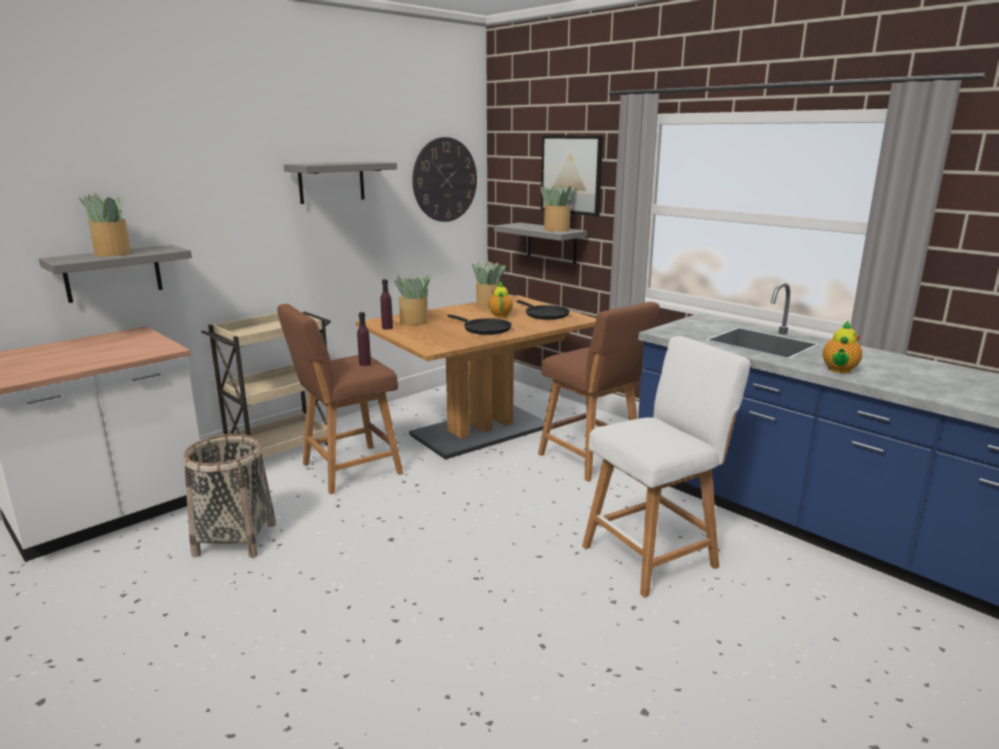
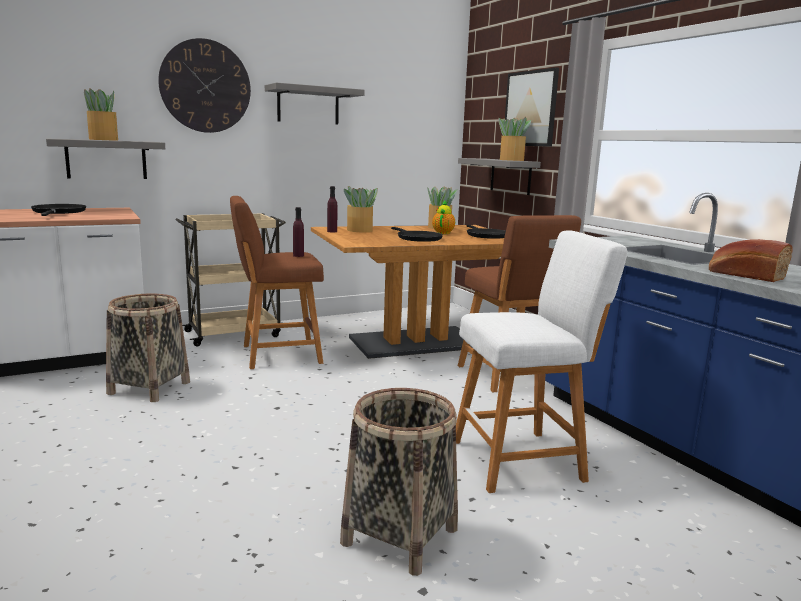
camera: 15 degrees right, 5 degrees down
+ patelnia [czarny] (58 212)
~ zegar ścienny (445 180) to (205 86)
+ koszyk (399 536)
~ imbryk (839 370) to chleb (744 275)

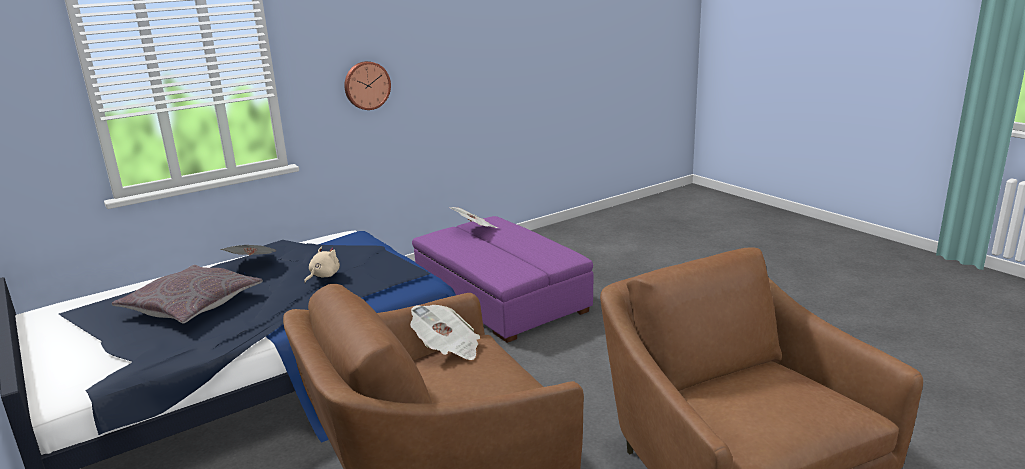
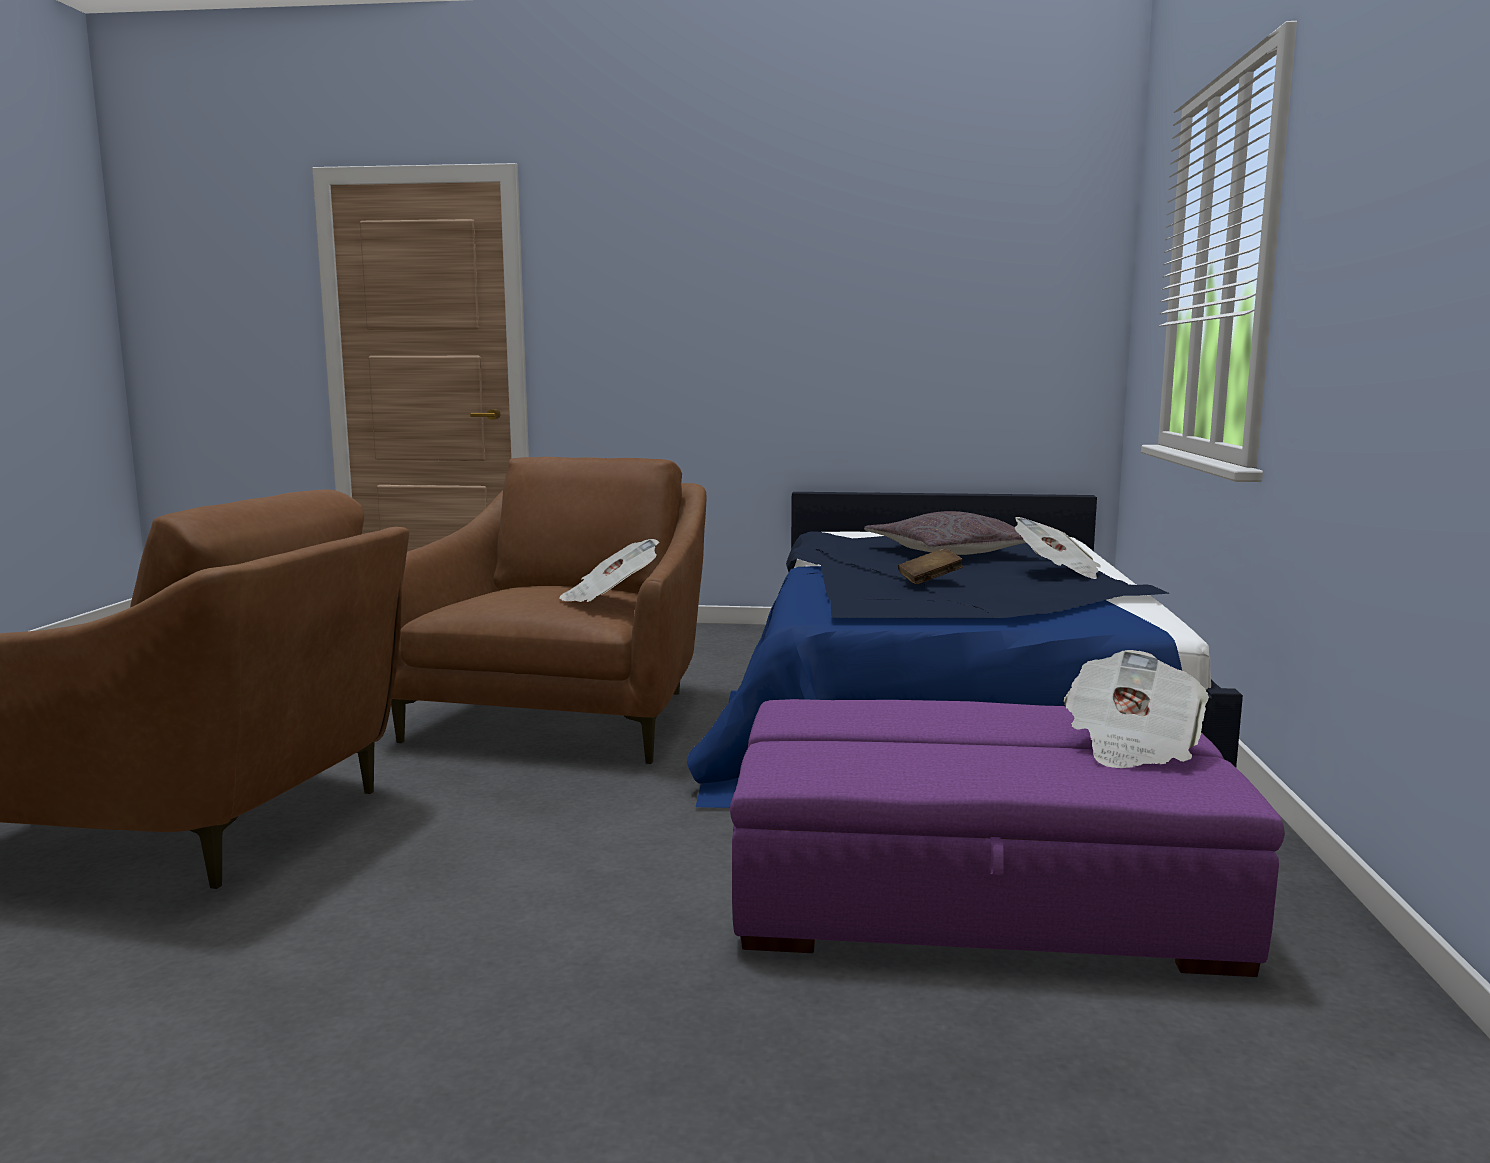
camera: 130 degrees right, 10 degrees down
~ pluszak [beżowy] (323 276) to książka [brązowy] (930 580)
- zegar ścienny (366 85)

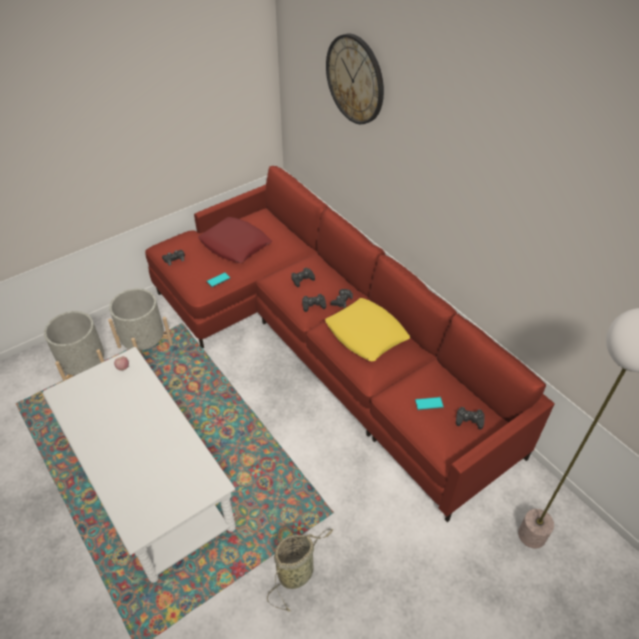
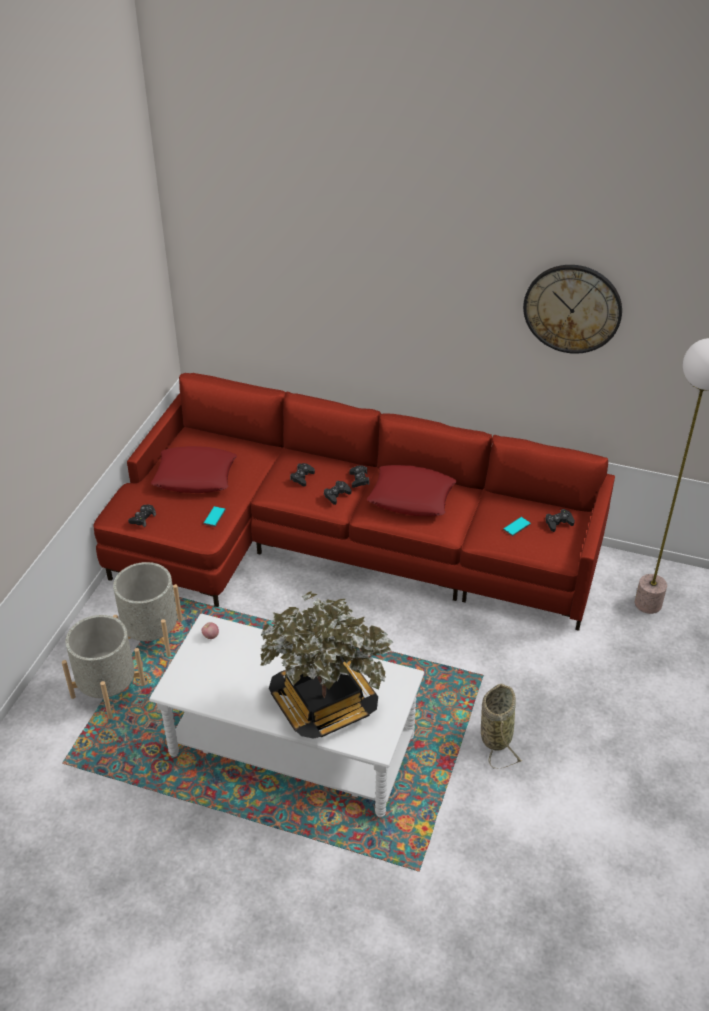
camera: 35 degrees left, 5 degrees down
+ roślina doniczkowa (323 703)
~ poduszka [żółty] (366 334) to poduszka [czerwony] (411 497)
~ zegar ścienny (355 79) to (572 308)

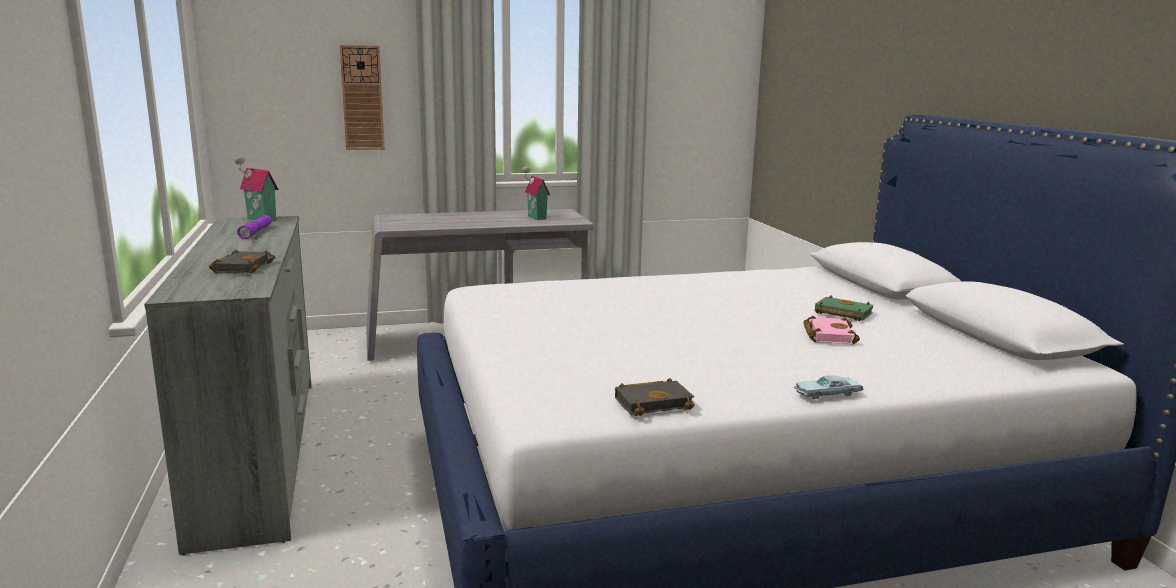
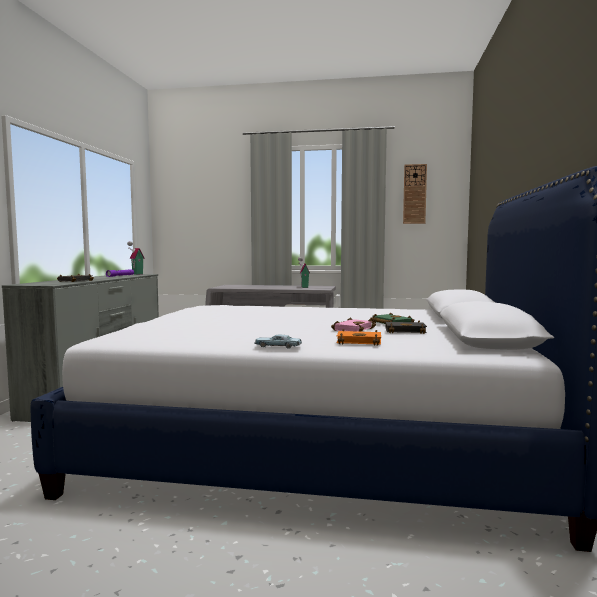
camera: 25 degrees right, 10 degrees down
+ książka [pomarańczowy] (360 341)
~ książka [czarny] (654 402) to (406 331)
~ zegar ścienny (362 98) to (414 194)

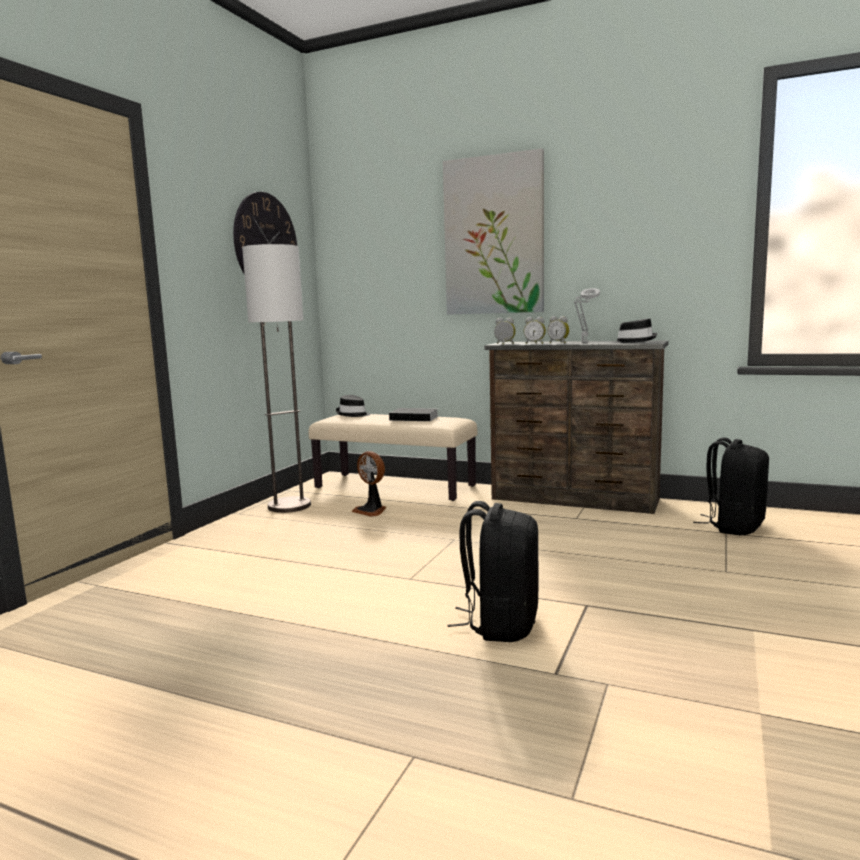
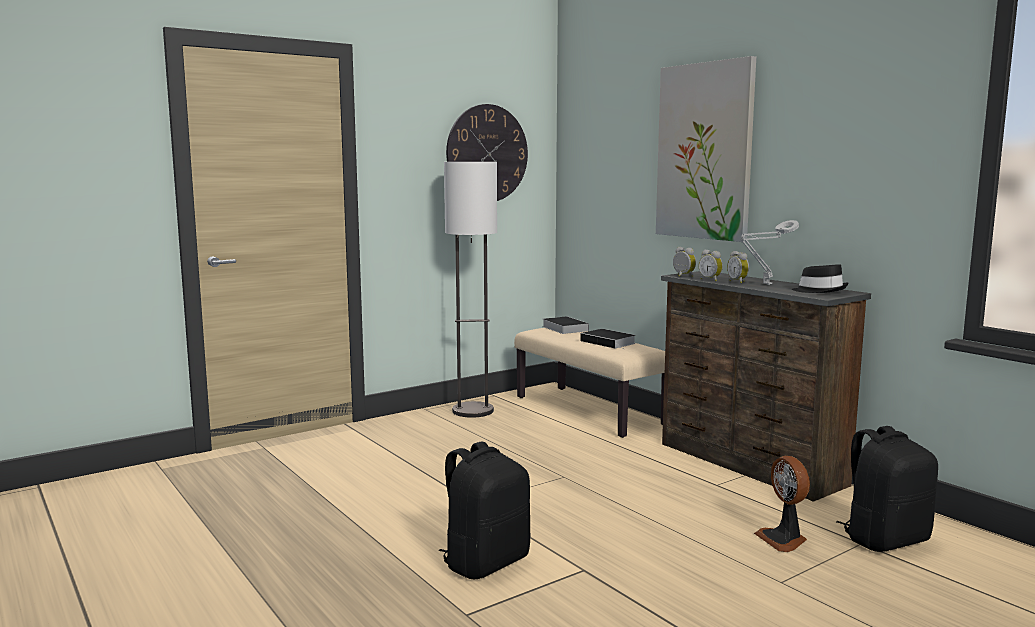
camera: 30 degrees right, 0 degrees up
~ kapelusz [czarny] (353 414) to książka (563 328)
~ wentylator (371 511) to (783 540)

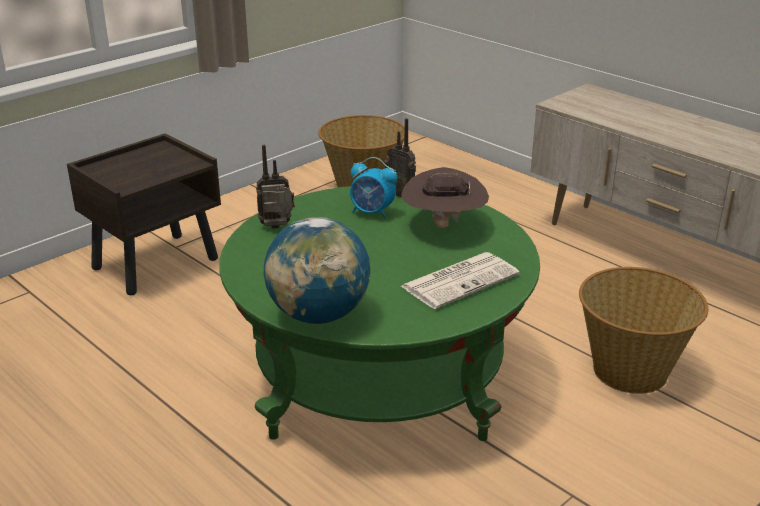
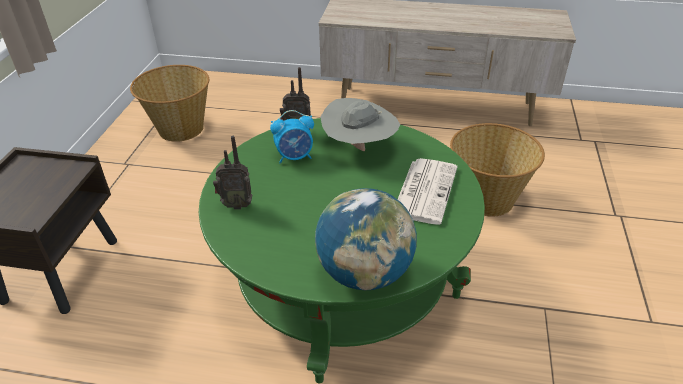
camera: 35 degrees left, 10 degrees up
~ radio (277 228) = (236 204) 135 degrees counterclockwise
~ kapelusz [brązowy] (443 226) to kapelusz [szary] (359 148)

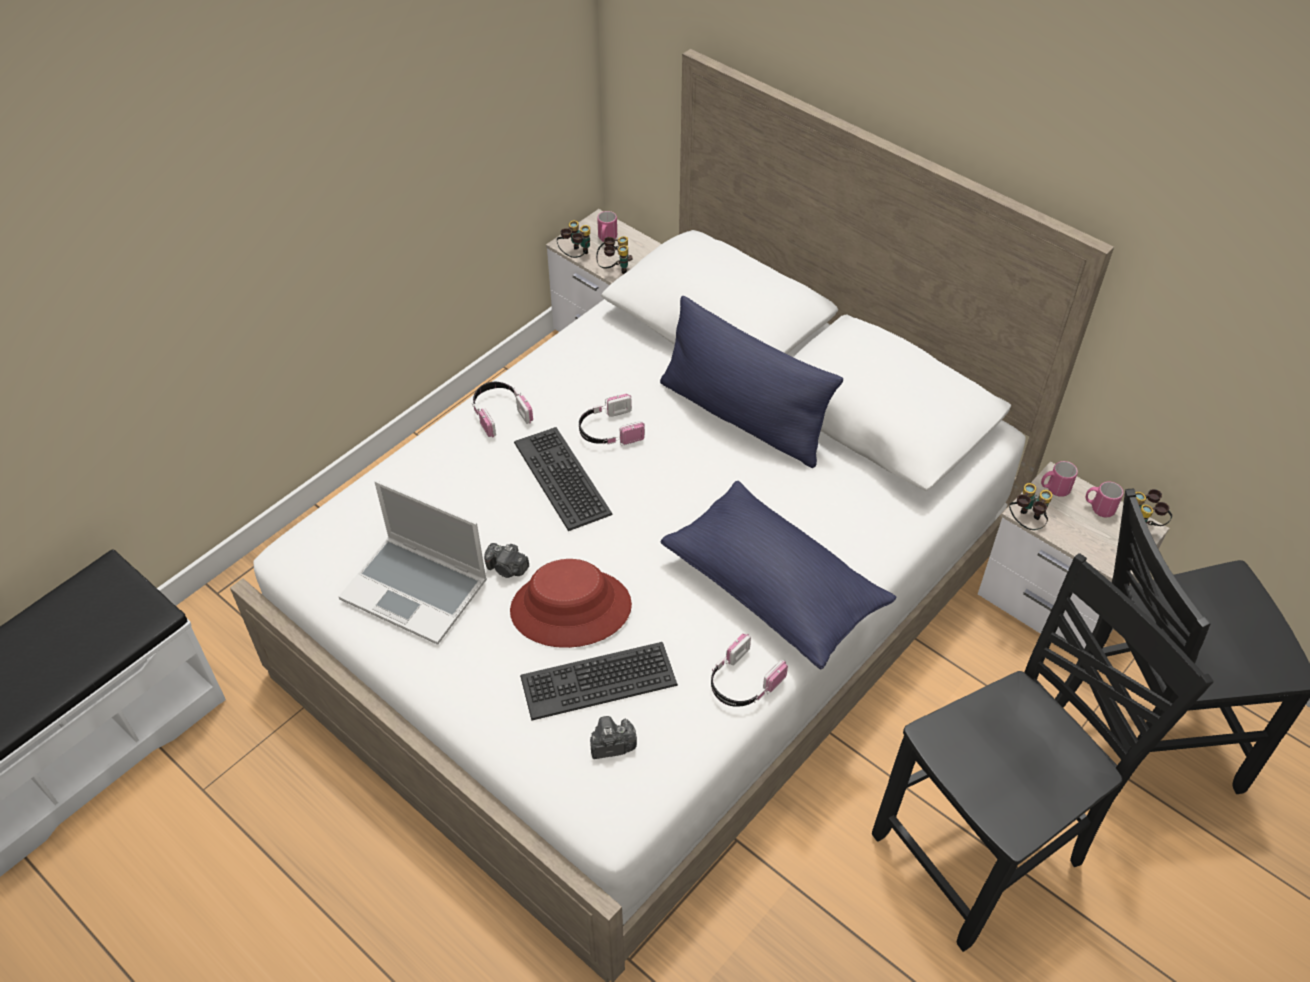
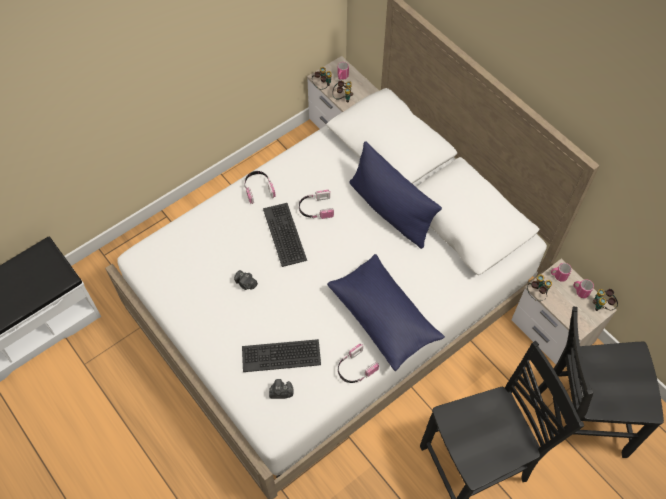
camera: 10 degrees right, 10 degrees up
- laptop (417 590)
- kapelusz [czerwony] (570 609)

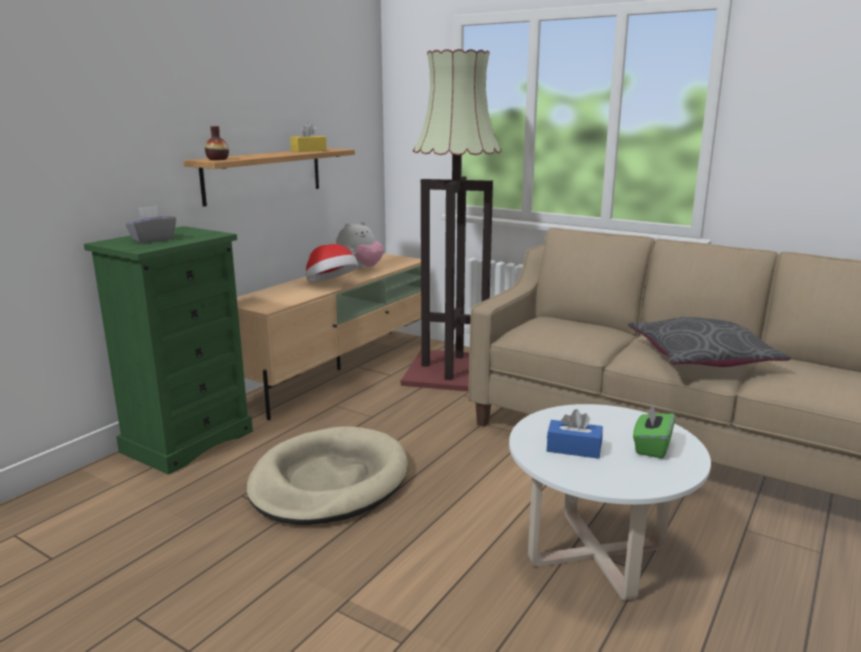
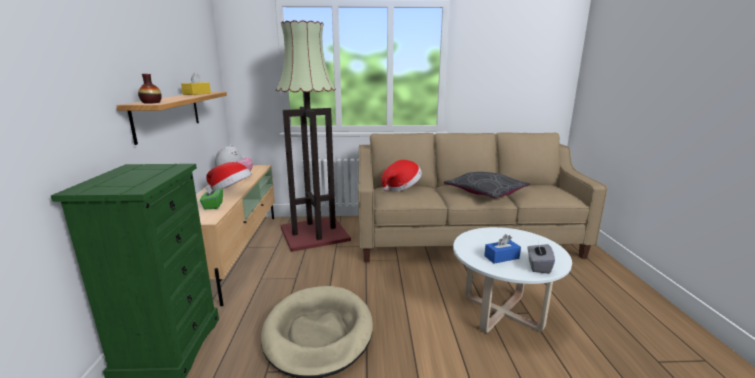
camera: 35 degrees left, 0 degrees up
~ pudełko chusteczek [zielony] (651 447) to (213 205)
+ kapelusz (401 188)
~ pudełko chusteczek [szary] (153 240) to (538 266)

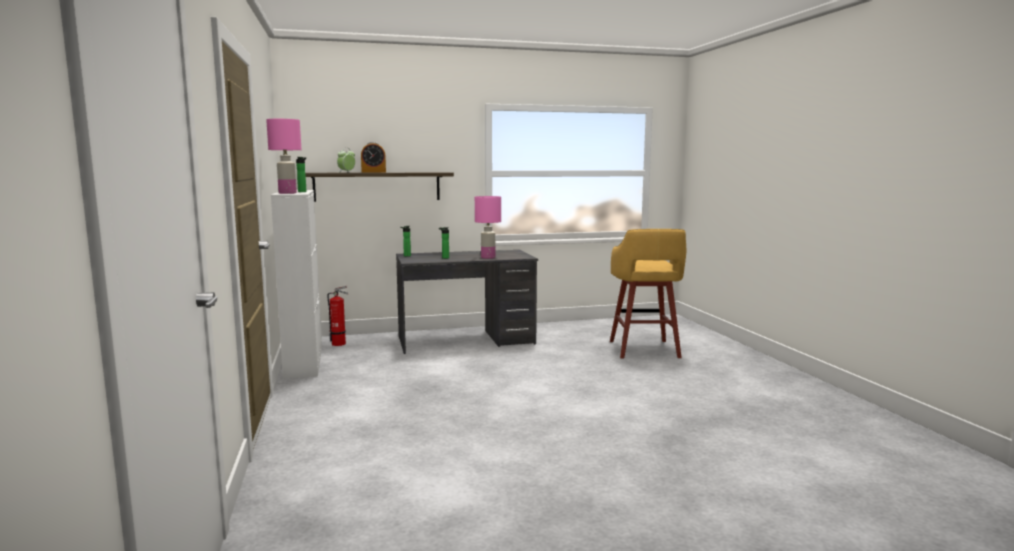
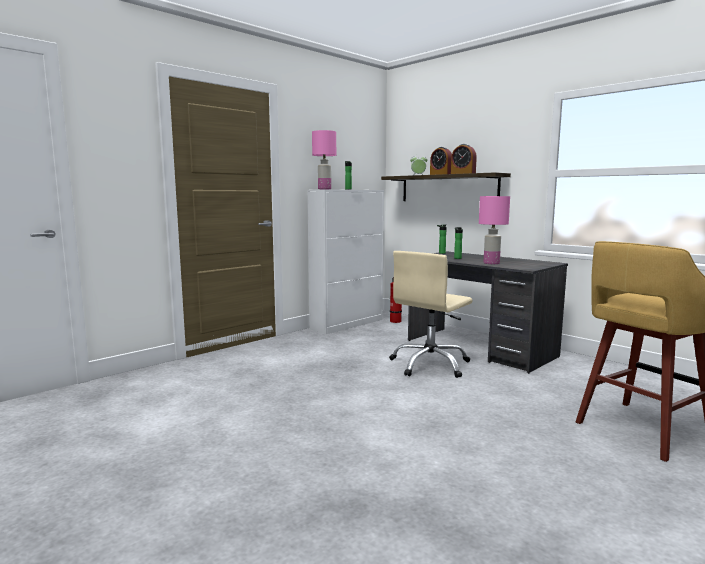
camera: 60 degrees right, 0 degrees up
+ krzesło biurowe [beżowy] (430 364)
+ budzik (463 173)

